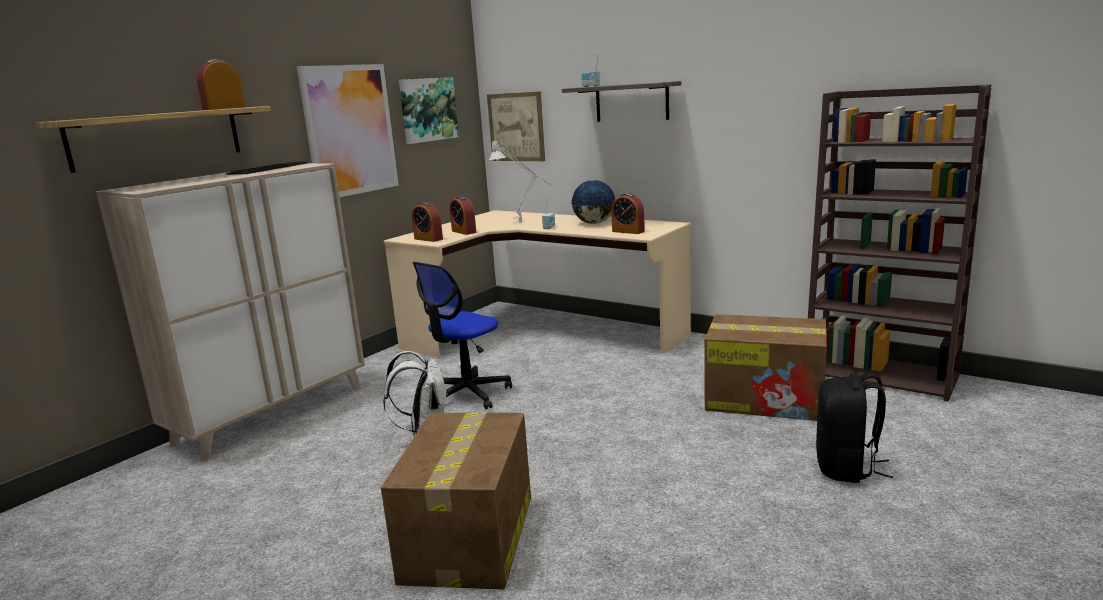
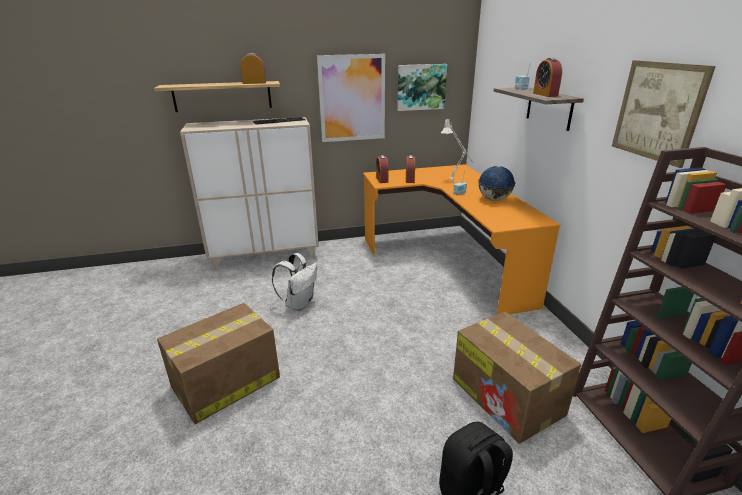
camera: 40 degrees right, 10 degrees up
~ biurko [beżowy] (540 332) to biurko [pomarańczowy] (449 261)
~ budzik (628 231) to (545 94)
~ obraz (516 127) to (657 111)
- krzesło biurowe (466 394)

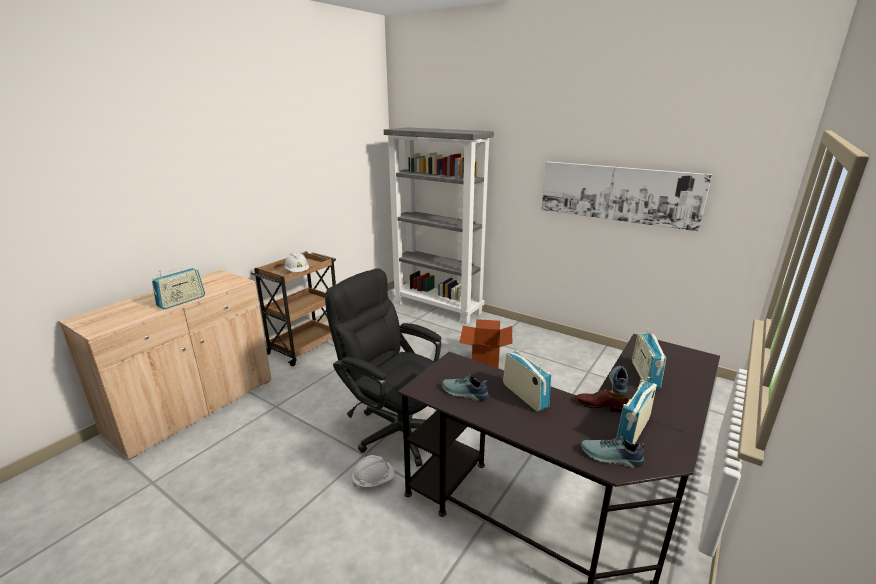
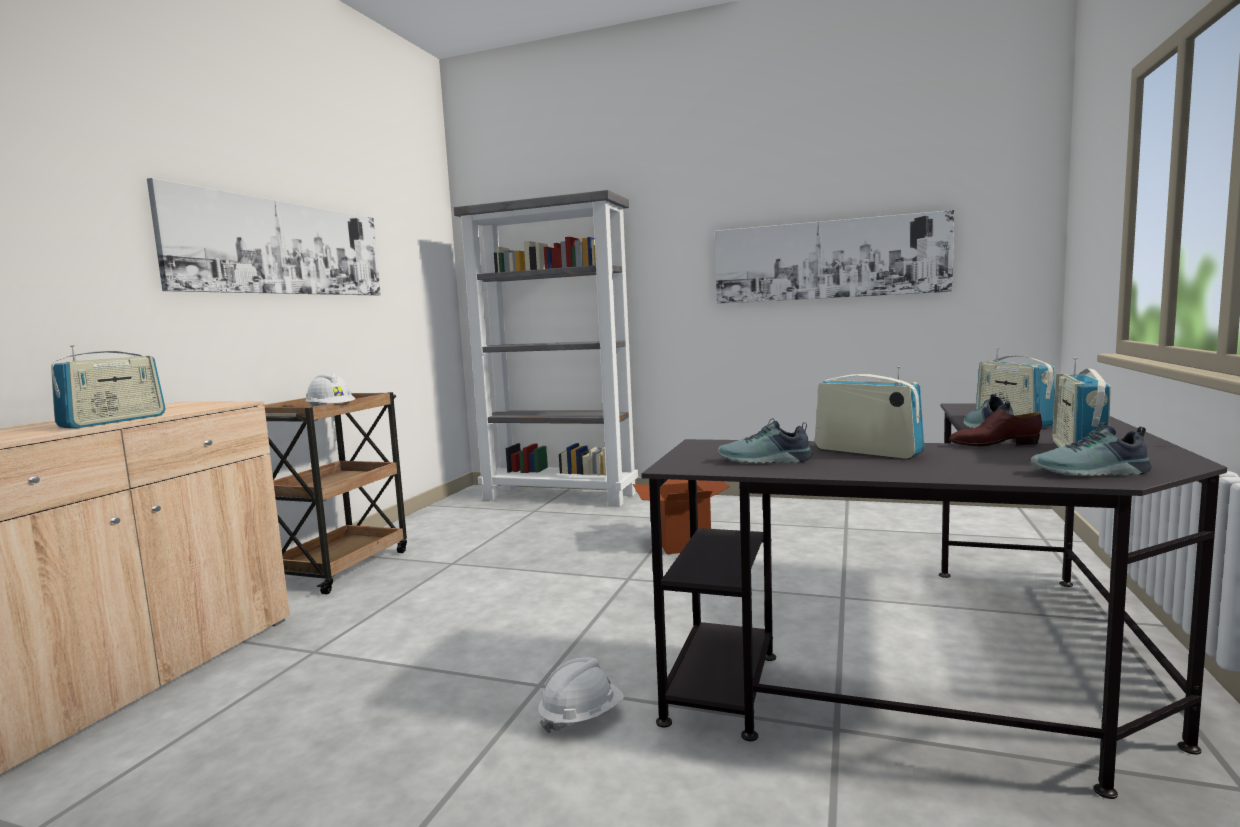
camera: 15 degrees left, 15 degrees down
+ obraz (283 248)
- krzesło biurowe [czarny] (395 427)

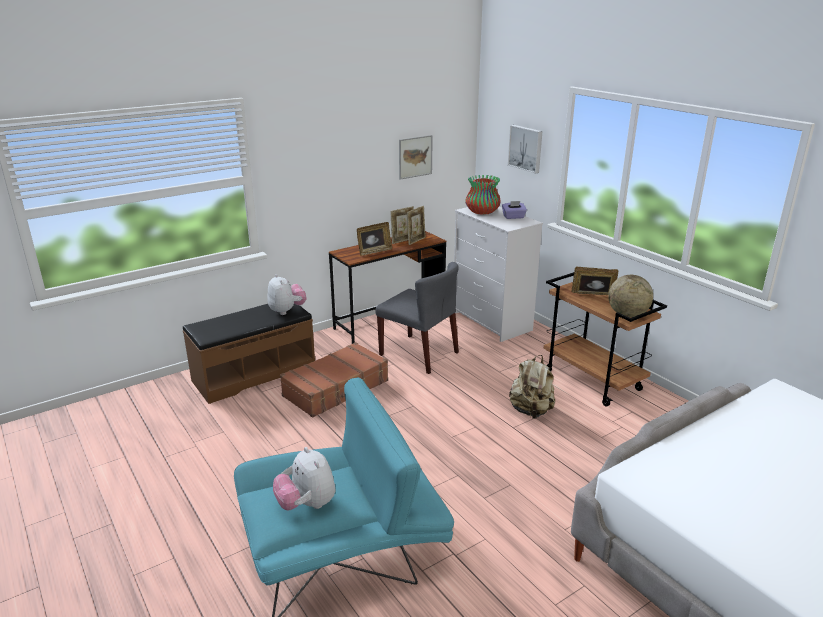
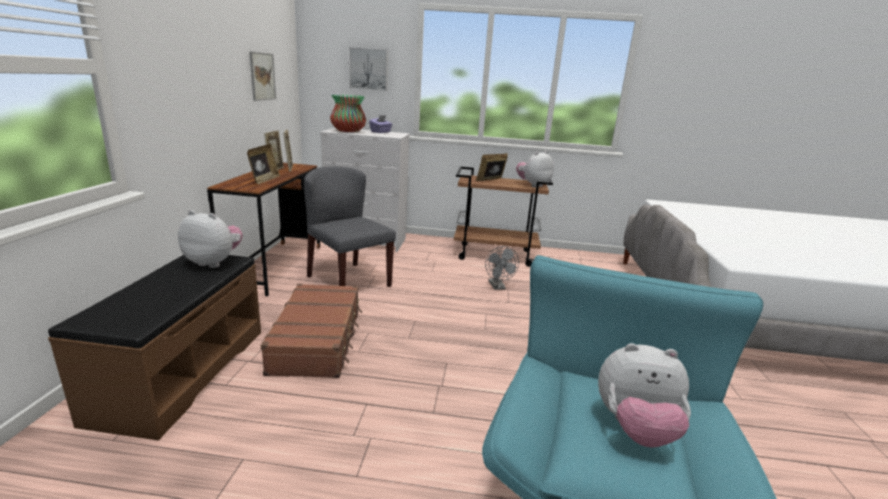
camera: 50 degrees left, 5 degrees down
~ krzesło [szary] (419 354) = (348 281) 120 degrees counterclockwise
~ plecak [beżowy] (531 411) to wentylator [szary] (498 287)
~ globus (627 315) to pluszak (533 185)

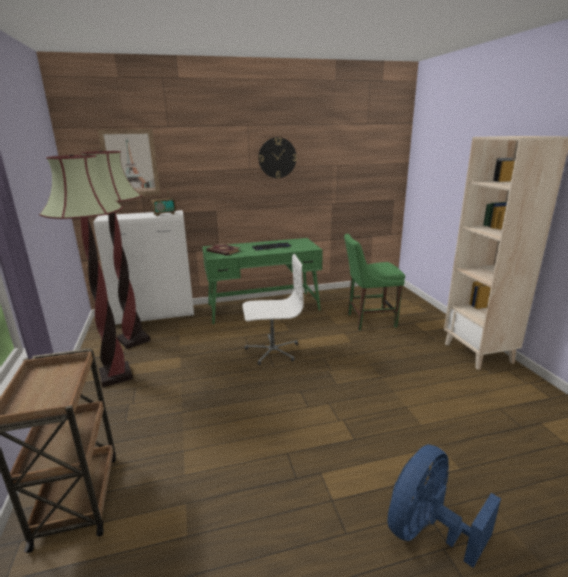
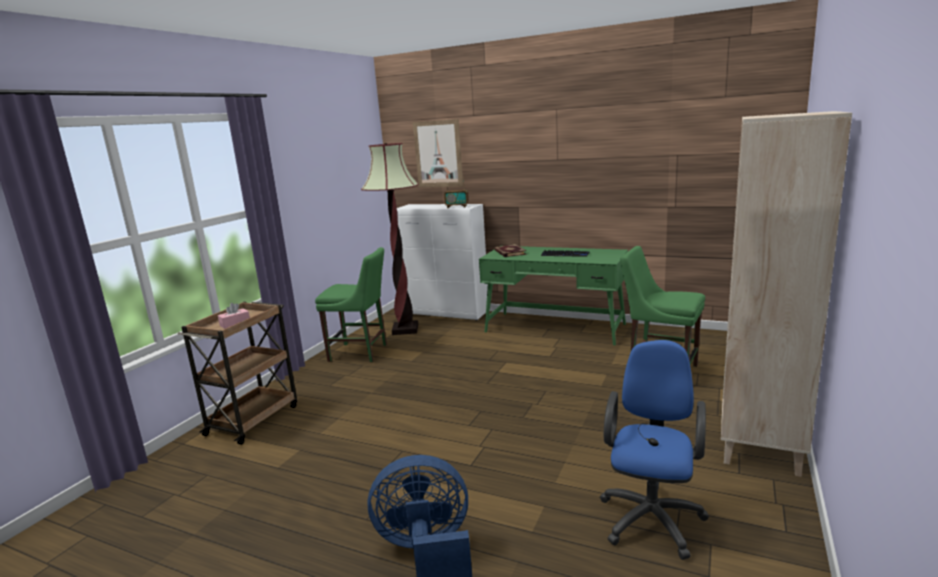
camera: 40 degrees right, 5 degrees down
+ pudełko chusteczek [różowy] (235 323)
~ lampa stojąca (116 376) to krzesło [zielony] (361 353)
+ krzesło biurowe [niebieski] (652 515)
- krzesło biurowe [biały] (272 350)
- zegar ścienny (277 158)

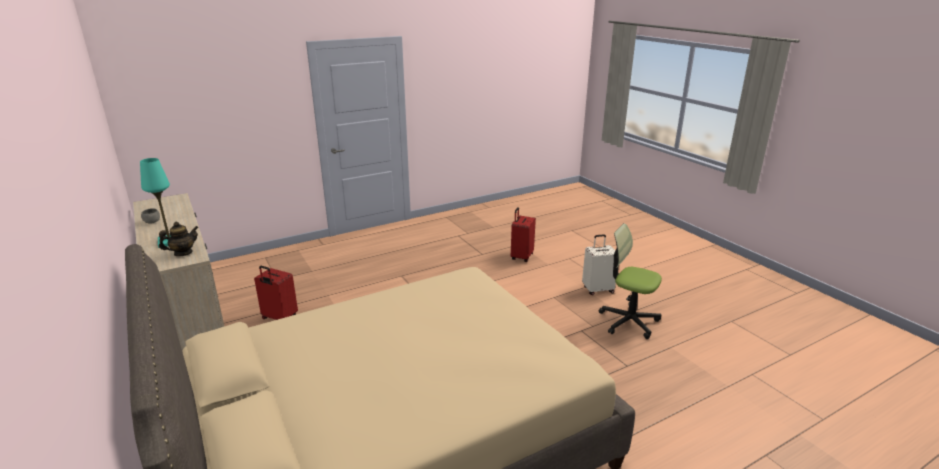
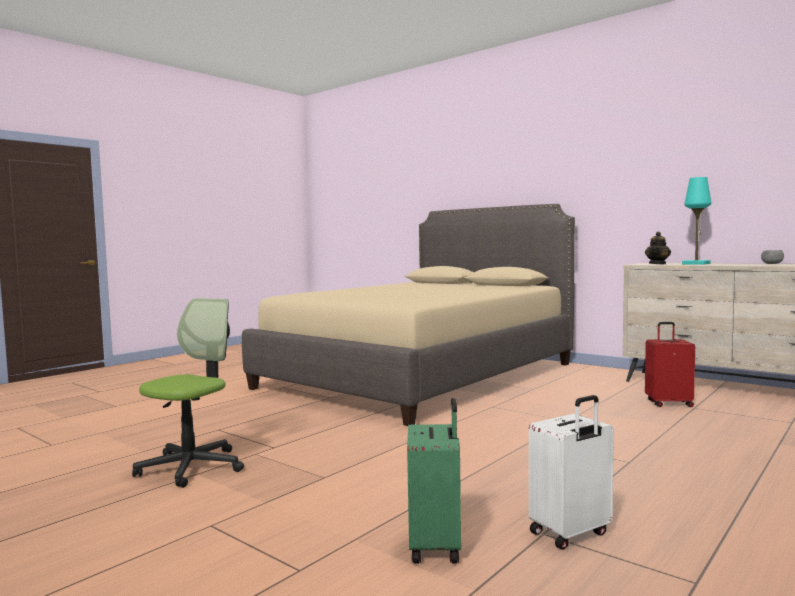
camera: 160 degrees right, 20 degrees down
~ krzesło biurowe (628 321) = (191 467) 75 degrees counterclockwise
~ walizka [czerwony] (521 257) to walizka [zielony] (436 546)
~ walizka [biały] (597 289) to (571 534)

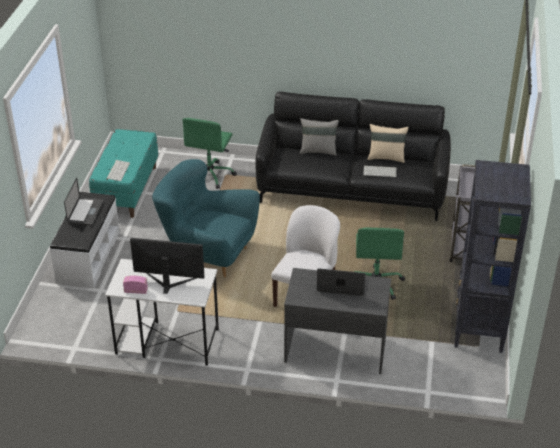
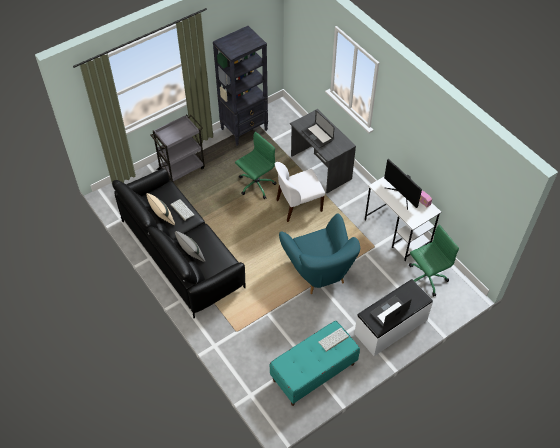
camera: 135 degrees left, 15 degrees up
~ krzesło biurowe [zielony] (210 175) to (426 278)

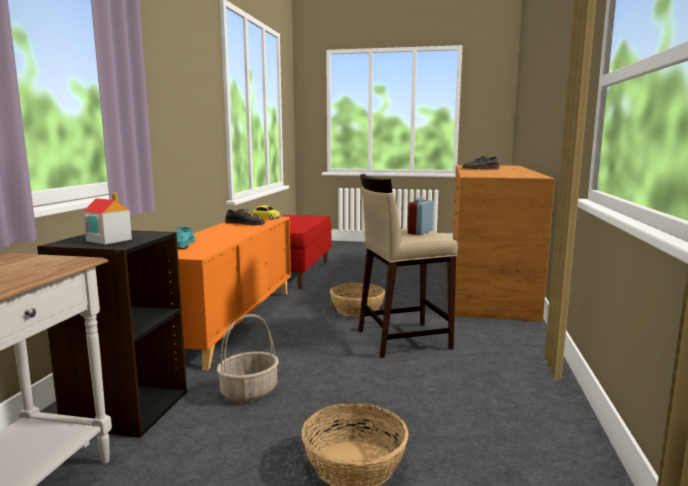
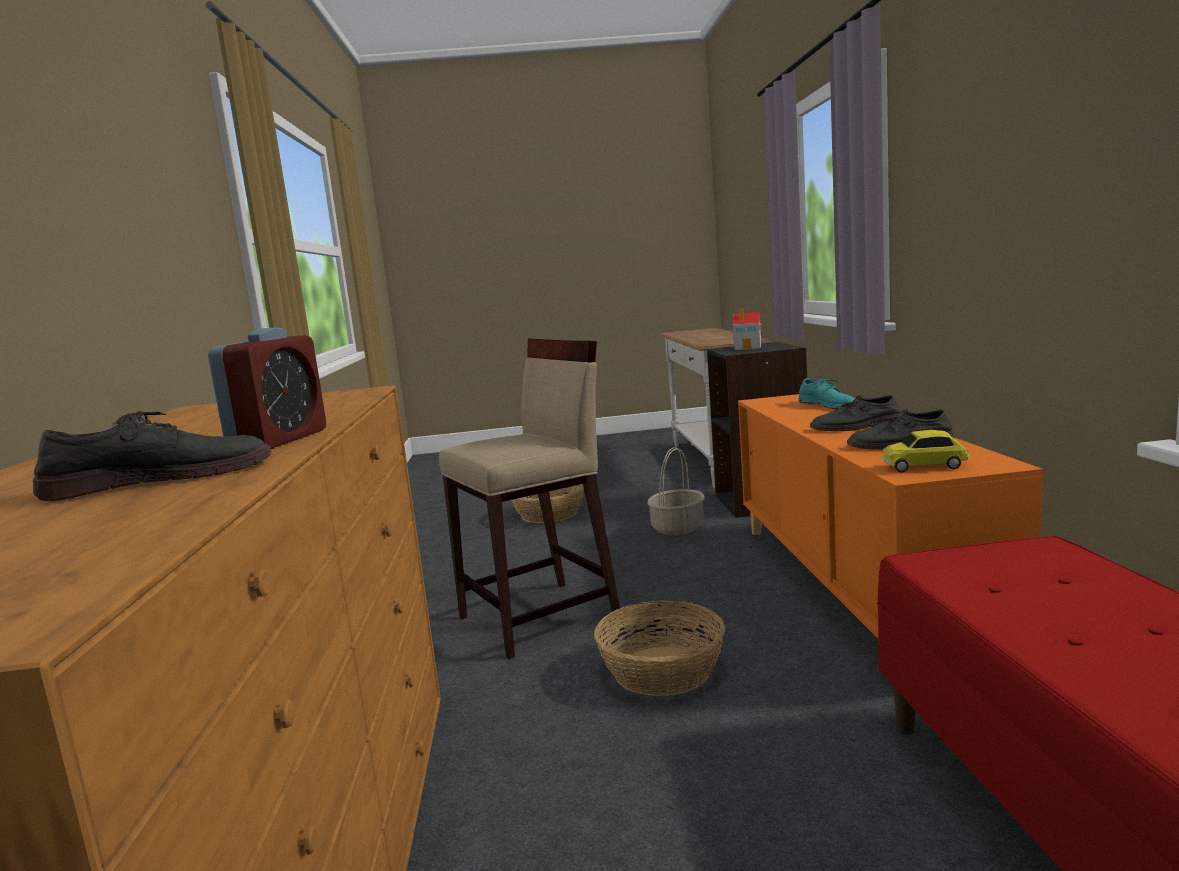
camera: 165 degrees right, 0 degrees up
~ budzik (420 232) to (279 440)
+ but [szary] (856 426)

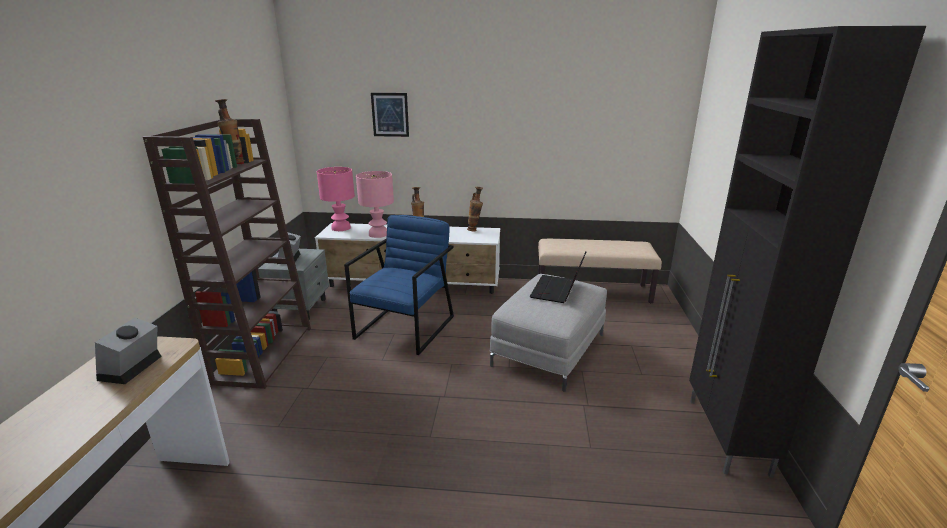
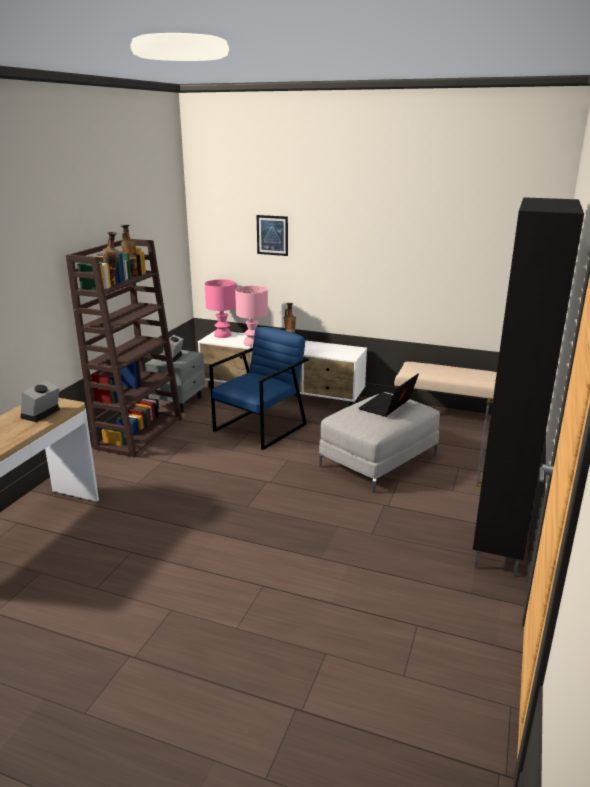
camera: 15 degrees right, 0 degrees up
~ wazon (475 230) to (113 285)

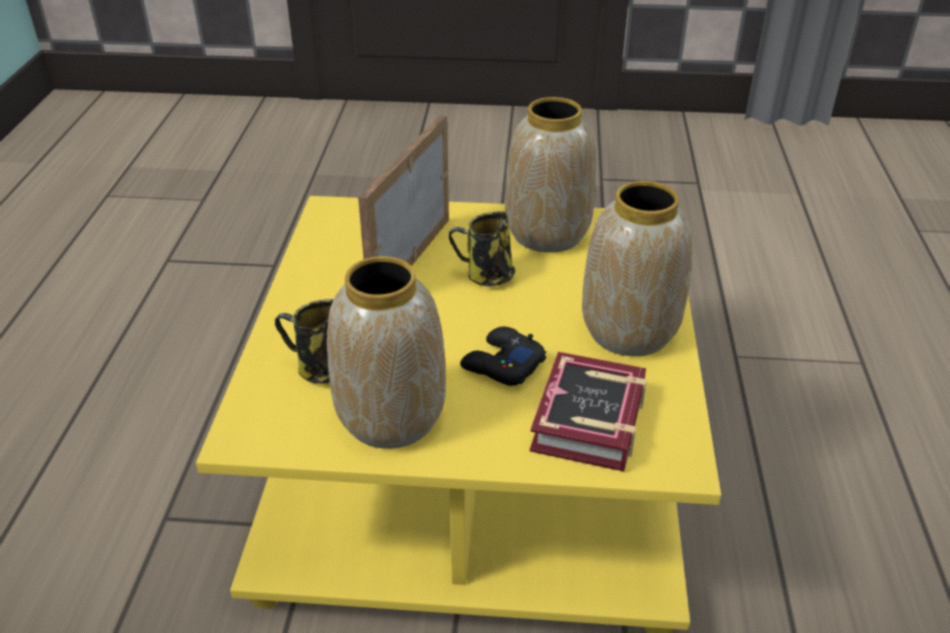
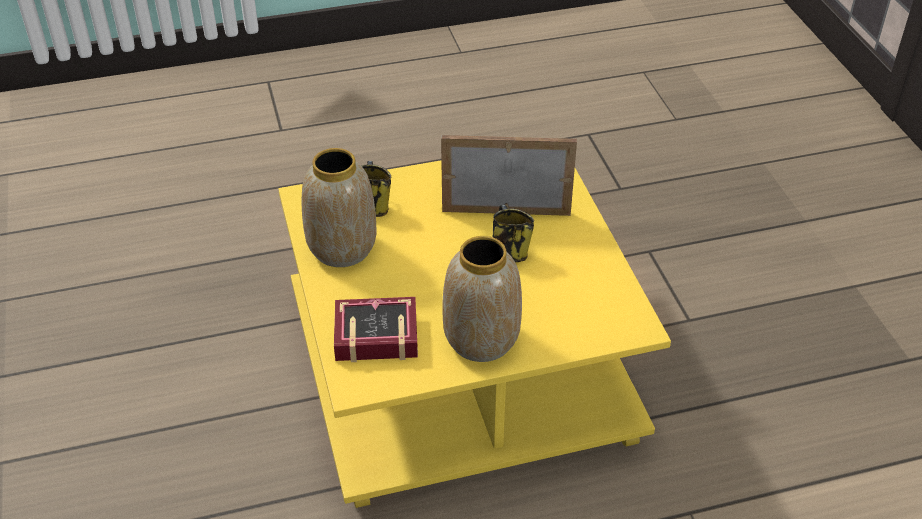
camera: 70 degrees right, 5 degrees up
- pad do gier [czarny] (502 364)
- wazon (548 234)

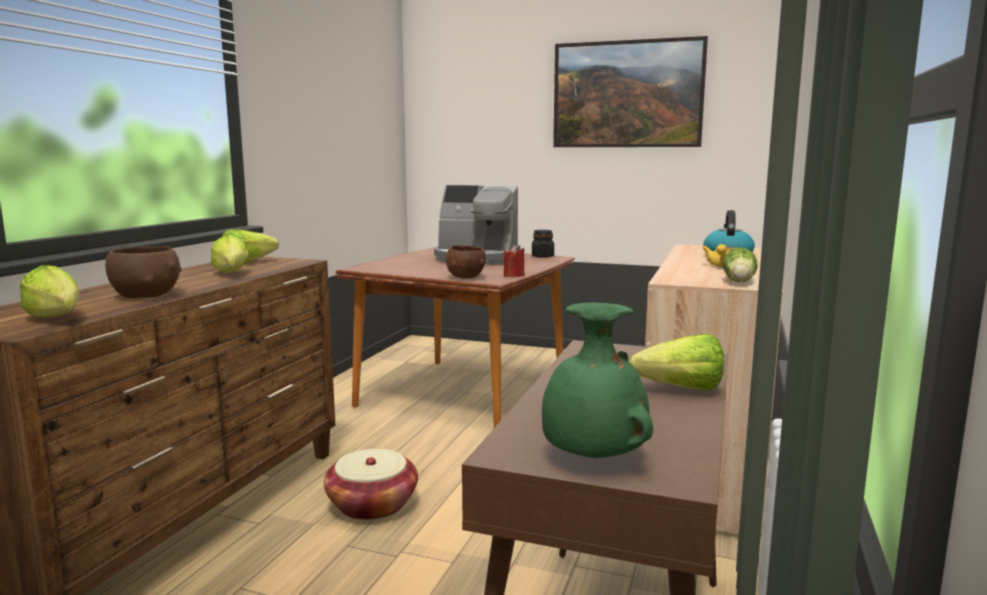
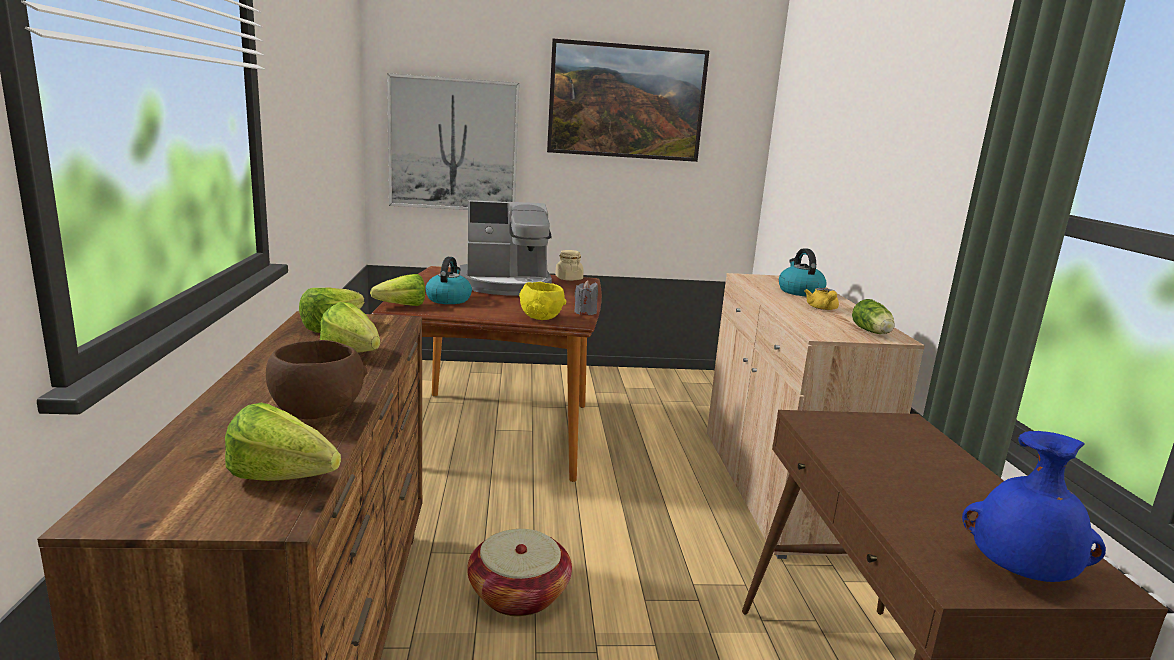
camera: 25 degrees left, 5 degrees up
~ sałata (672 389) to (397 306)
+ obraz (453 145)
+ czajnik (448 299)
~ miska [brązowy] (465 277) to miska [żółty] (541 318)
~ słoik [czarny] (542 256) to słoik [beżowy] (568 279)
~ świeca [czerwony] (514 276) to świeca [szary] (585 312)
~ wazon [zielony] (592 457) to wazon [niebieski] (1020 573)

